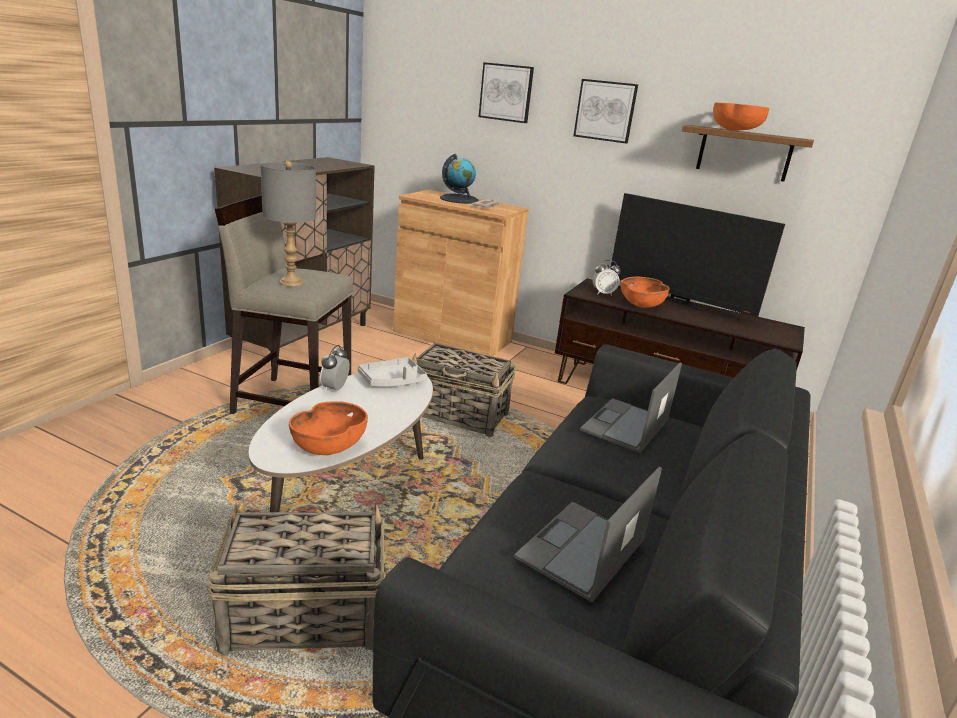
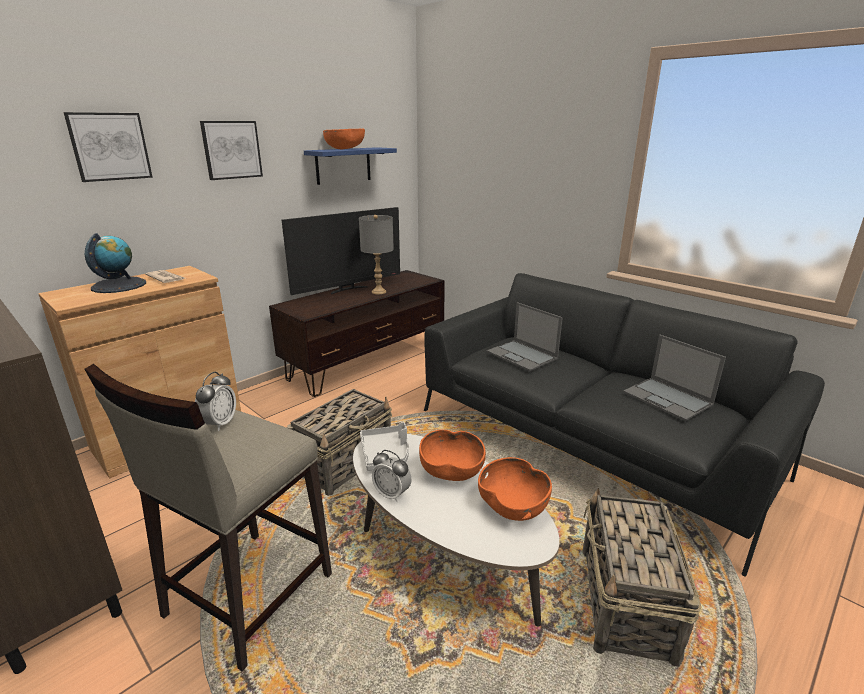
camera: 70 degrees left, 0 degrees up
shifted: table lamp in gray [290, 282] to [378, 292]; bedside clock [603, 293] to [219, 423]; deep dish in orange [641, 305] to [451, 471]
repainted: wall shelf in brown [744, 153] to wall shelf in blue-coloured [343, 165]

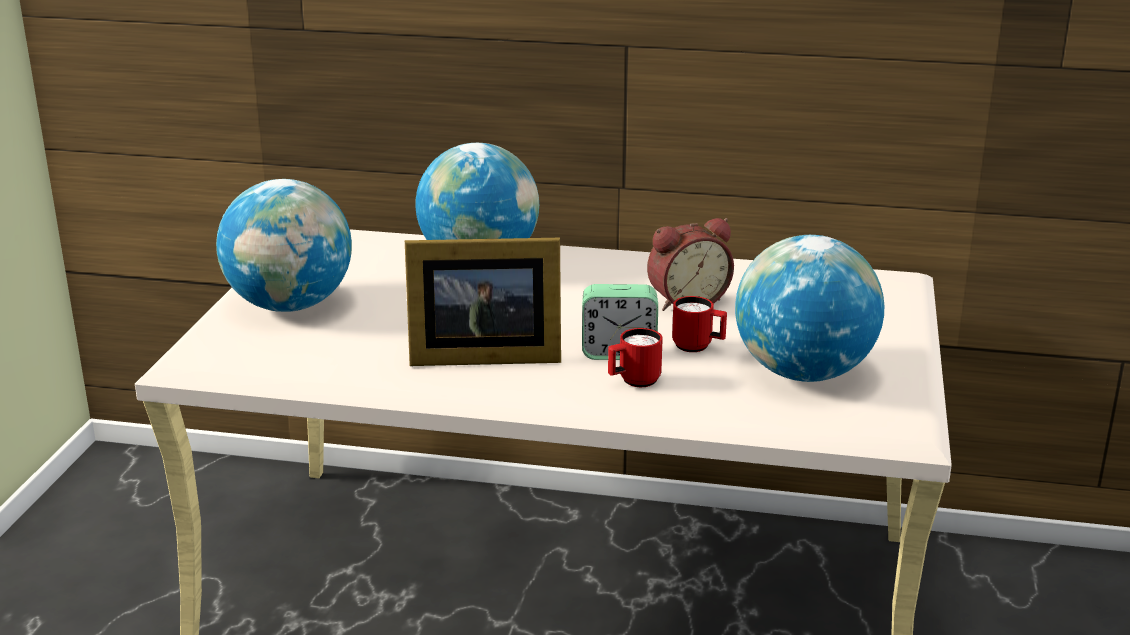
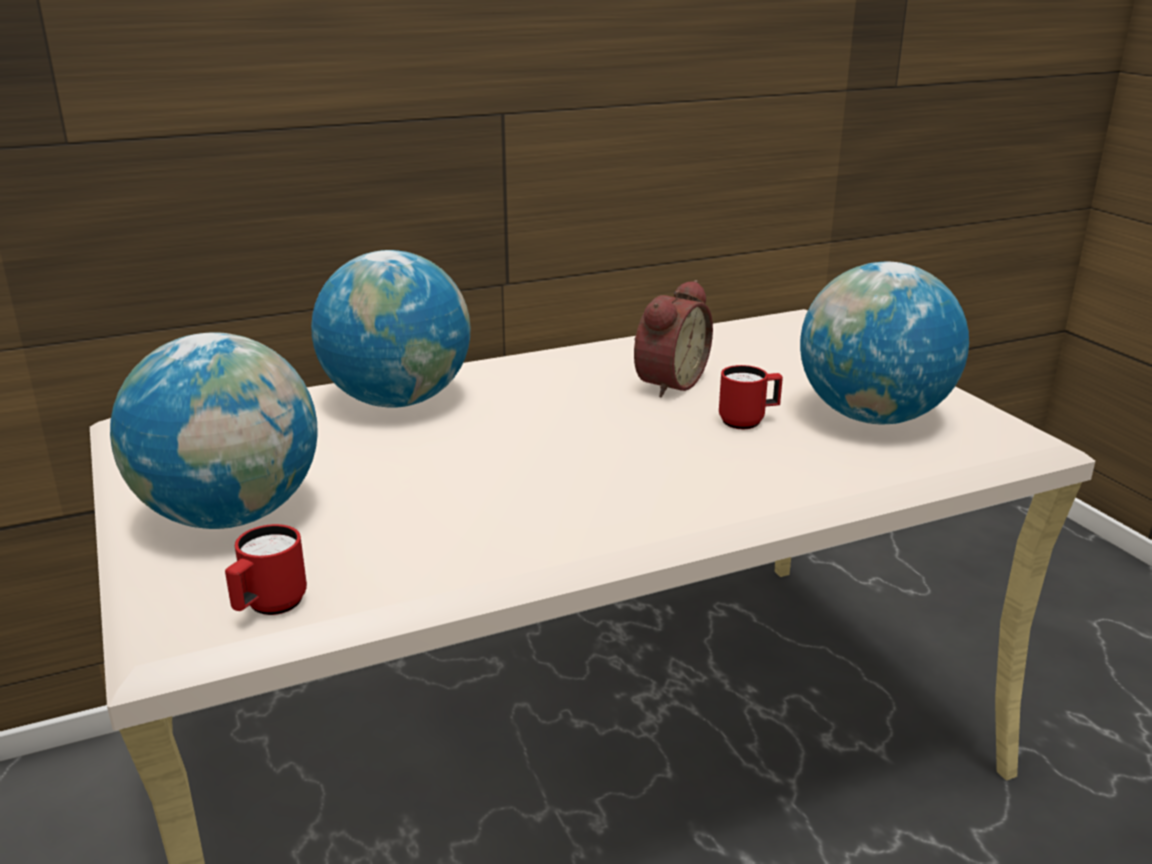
camera: 35 degrees left, 0 degrees up
gone: standing frame [480, 355]; bedside clock [619, 352]
shifted: coffee mug in red [633, 381] to [269, 607]

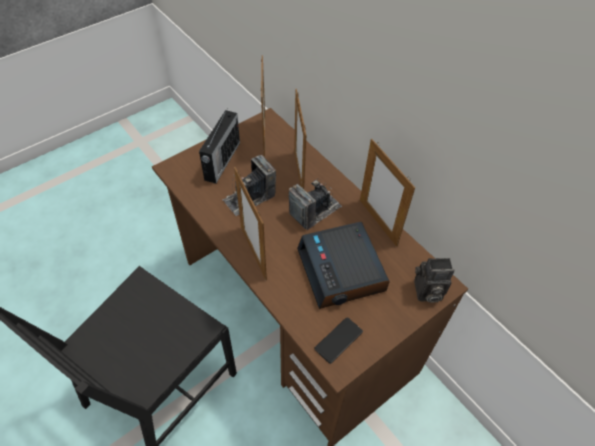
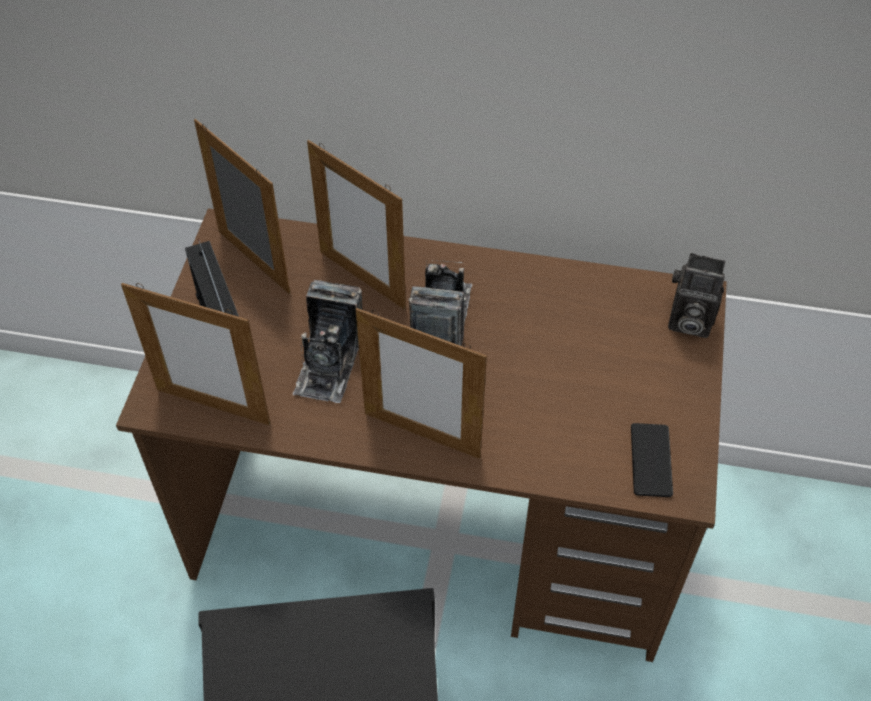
camera: 40 degrees left, 0 degrees up
gone: bedside clock [342, 271]
shifted: standing frame [378, 222] to [213, 406]
rotated: photo camera [426, 292] = [687, 321] 60 degrees clockwise

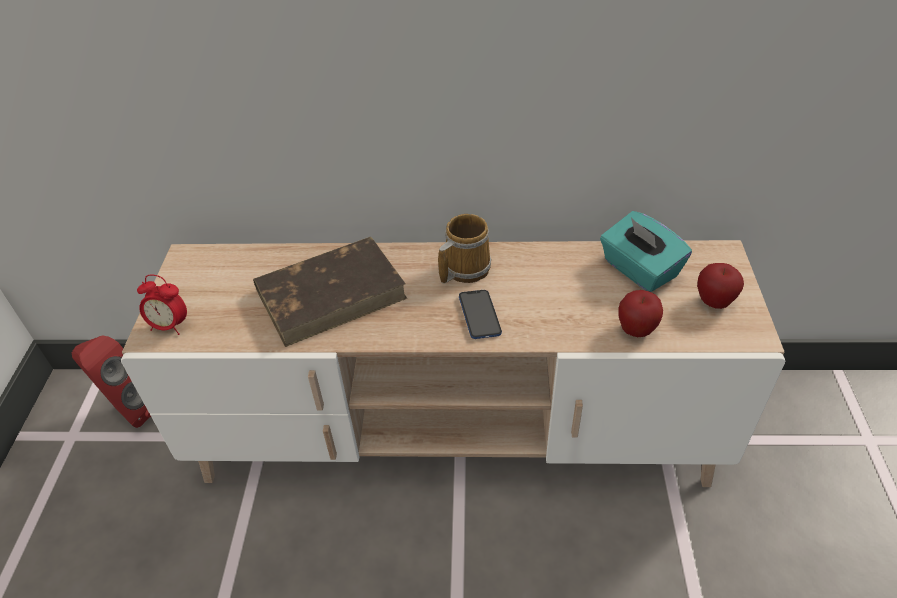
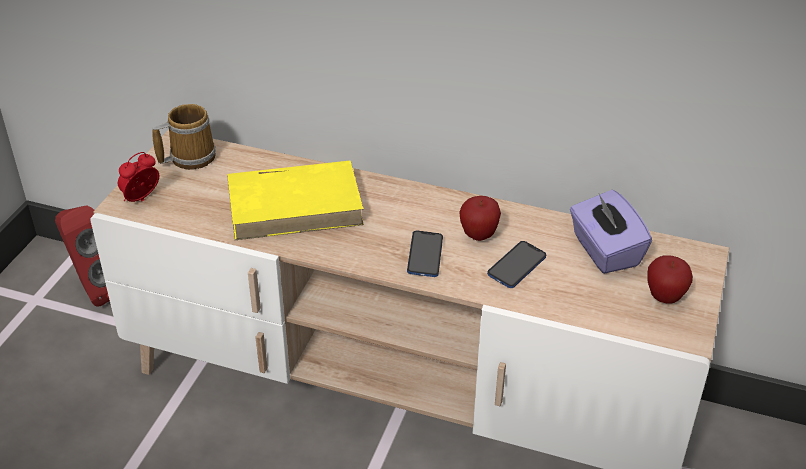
camera: 15 degrees right, 5 degrees down
new: telephone [516, 266]
shifted: coffee mug [463, 268] to [189, 157]; apple [636, 330] to [478, 235]
repainted: tissue holder in blue-green [639, 270] to tissue holder in purple-coloured [604, 251]; bound book in brown [332, 293] to bound book in yellowish [296, 204]
rotated: bedside clock [170, 326] = [141, 199] 105 degrees clockwise

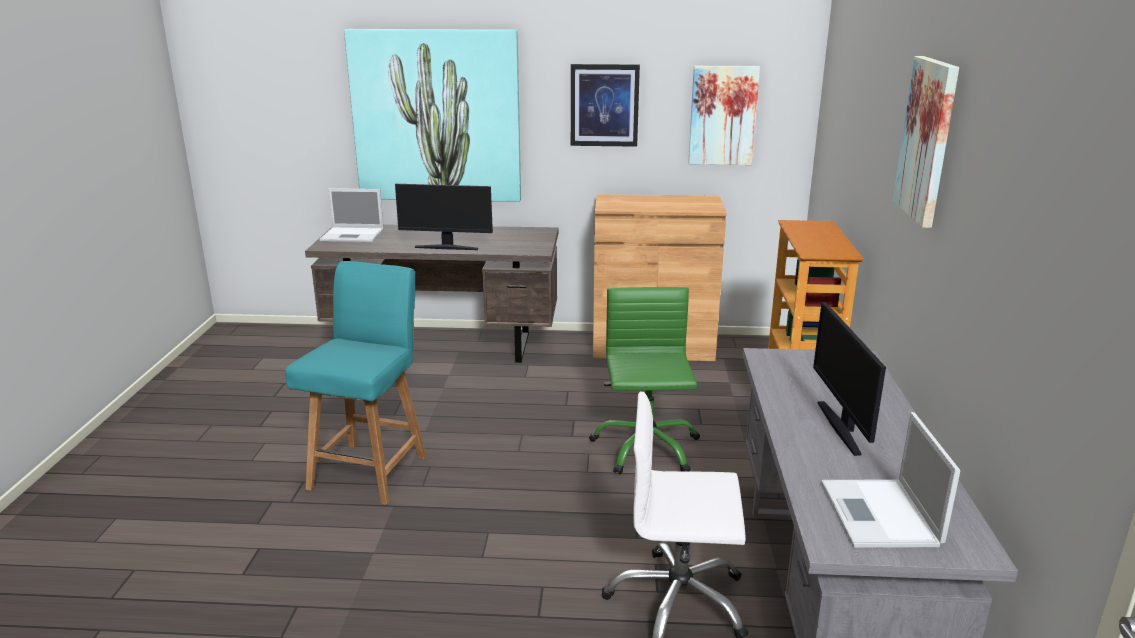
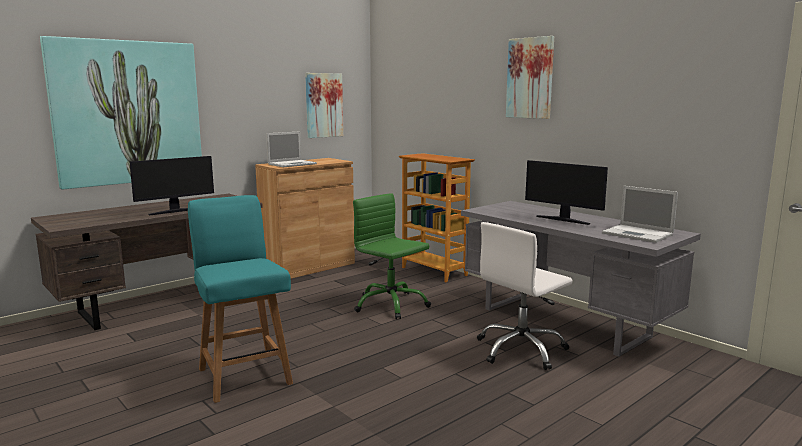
camera: 45 degrees left, 10 degrees down
gone: wall picture [604, 105]
shifted: laptop [353, 235] to [292, 164]

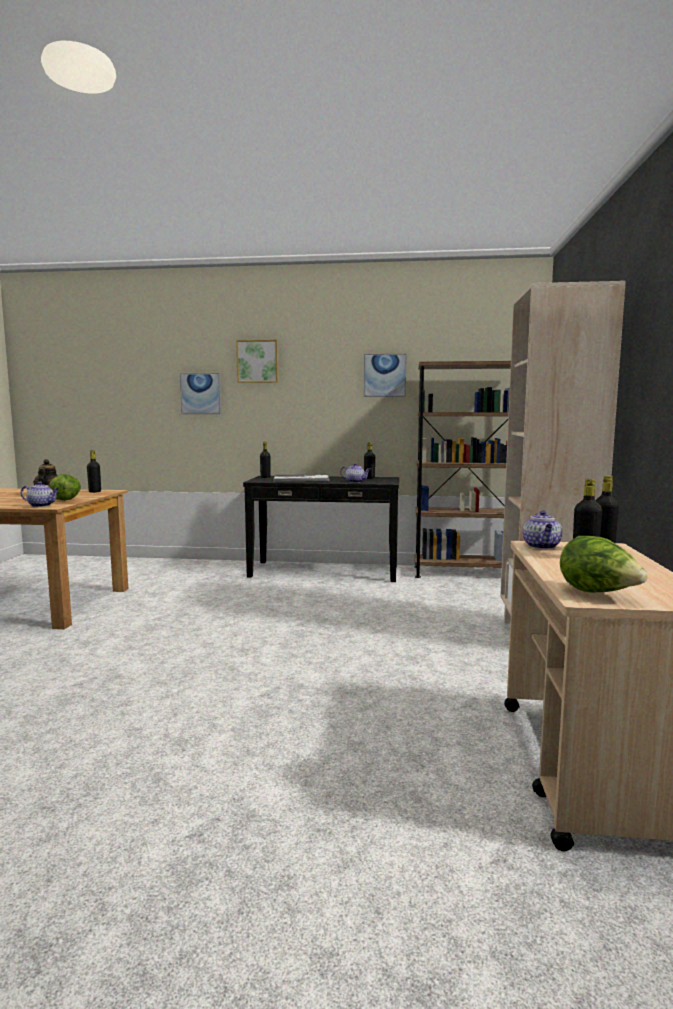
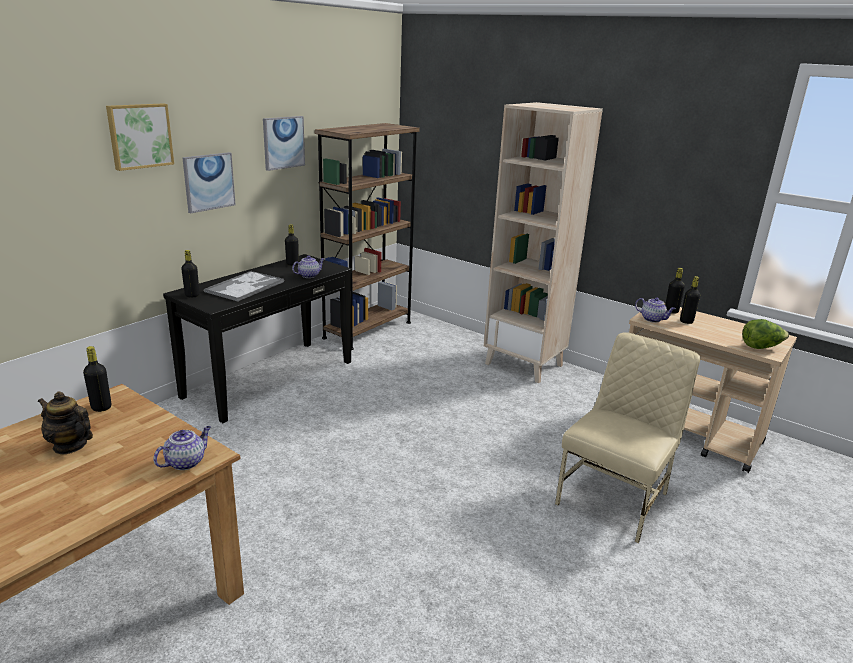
camera: 60 degrees left, 15 degrees up
gone: lettuce head [67, 499]
new: chair in sand-coloured [615, 498]
shifted: wall picture [201, 393] to [209, 182]

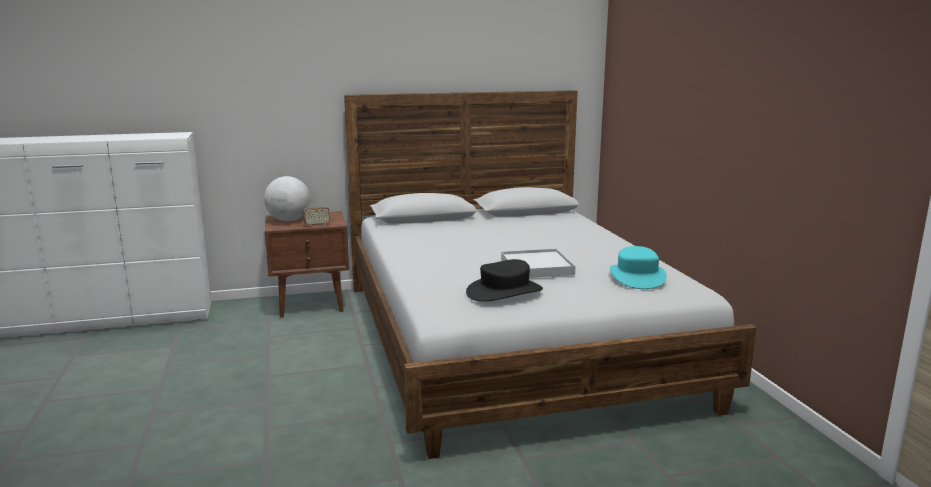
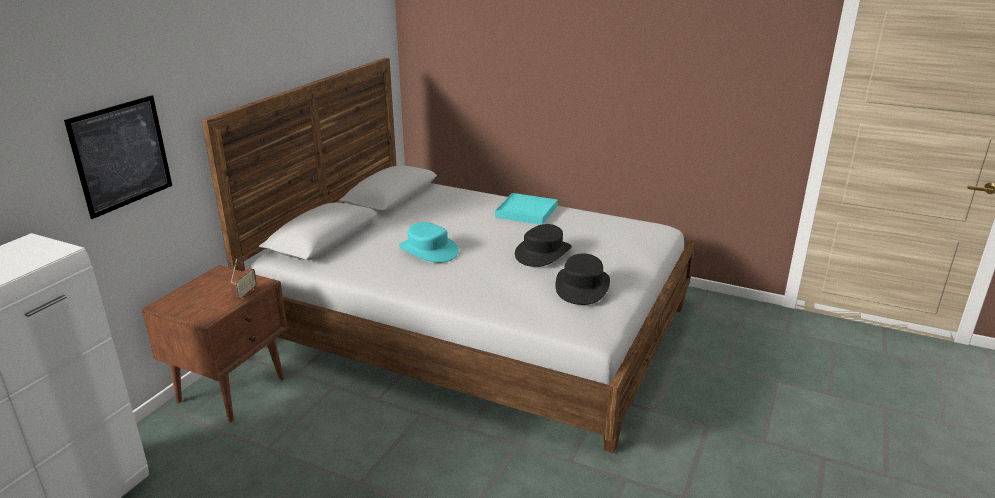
camera: 50 degrees left, 10 degrees up
gone: globe [288, 220]
new: wall picture [121, 155]; carrying tray in blue-green [526, 211]
shifted: hat in blue-green [637, 277] to [428, 250]
swapped: carrying tray in white [537, 267] to hat in black-coloured [542, 253]

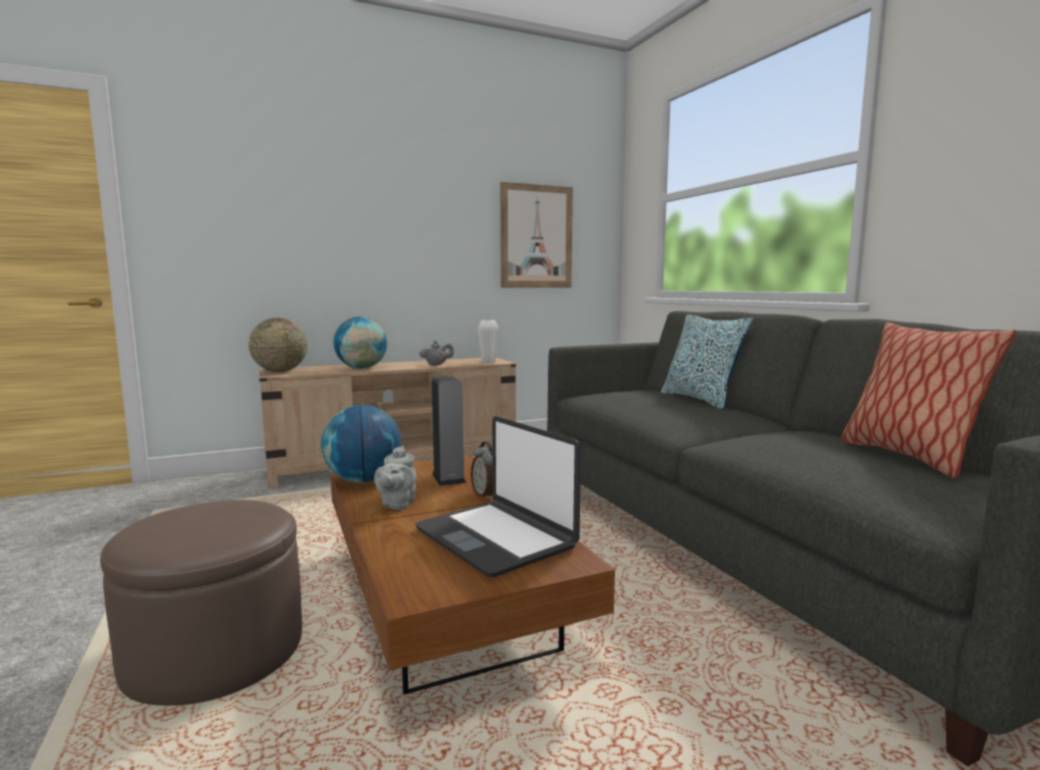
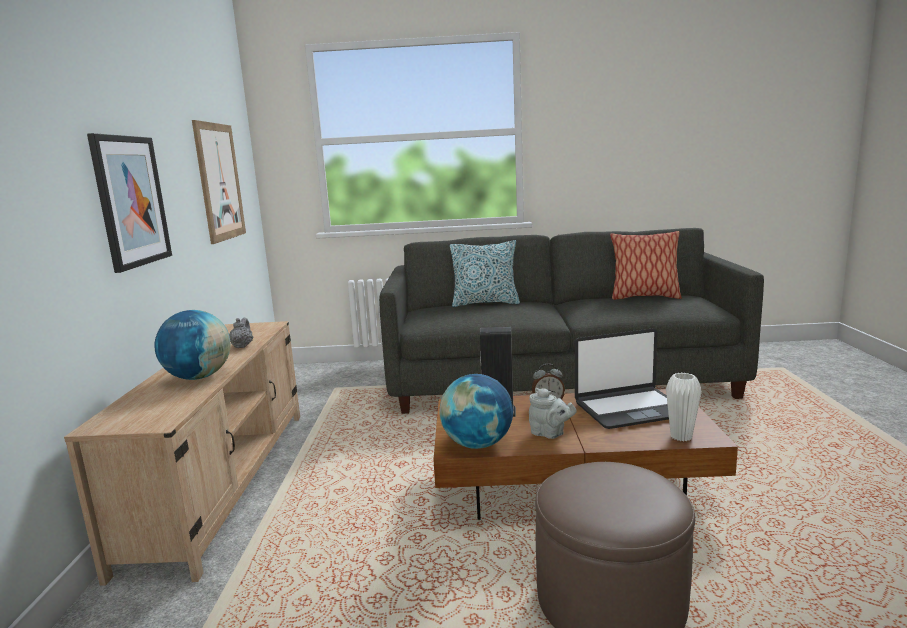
camera: 65 degrees left, 5 degrees up
gone: globe [280, 371]
new: wall picture [131, 201]
shifted: flower vase in white [488, 362] to [681, 436]

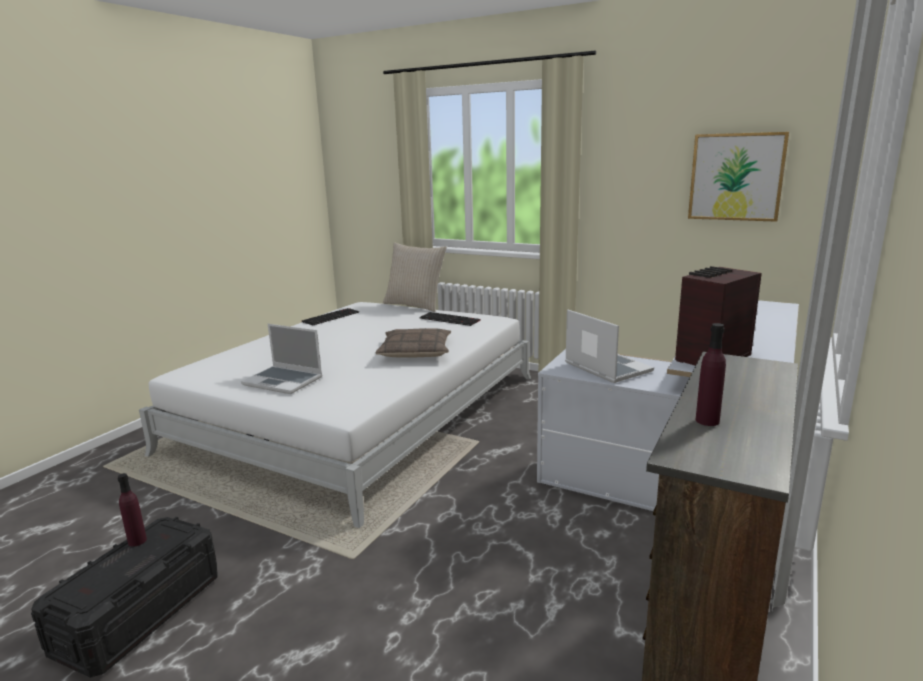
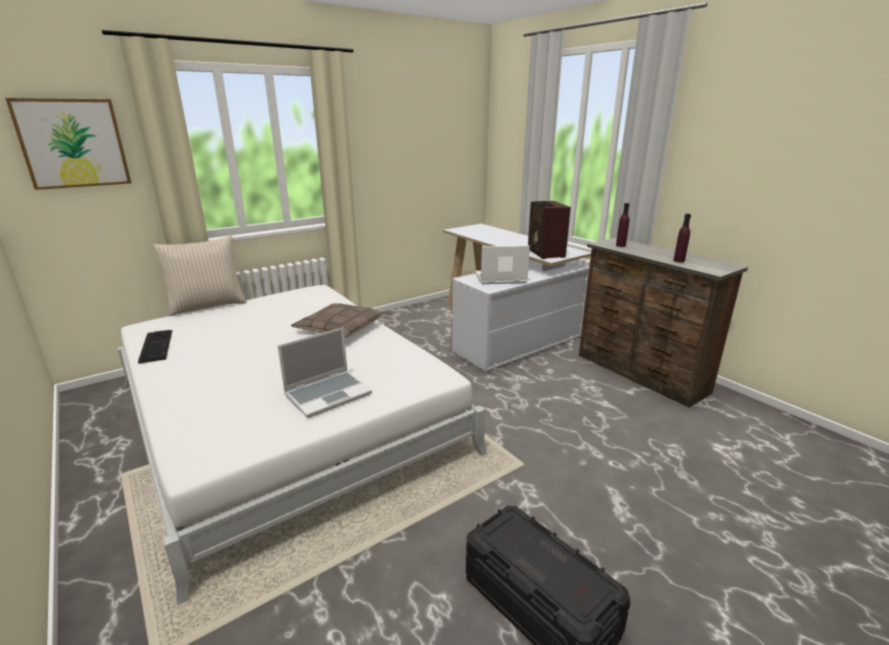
camera: 65 degrees left, 5 degrees up
gone: computer keyboard [450, 319]
shifted: wall picture [736, 177] to [73, 143]; bottle in purple-coloured [137, 541] to [620, 245]

